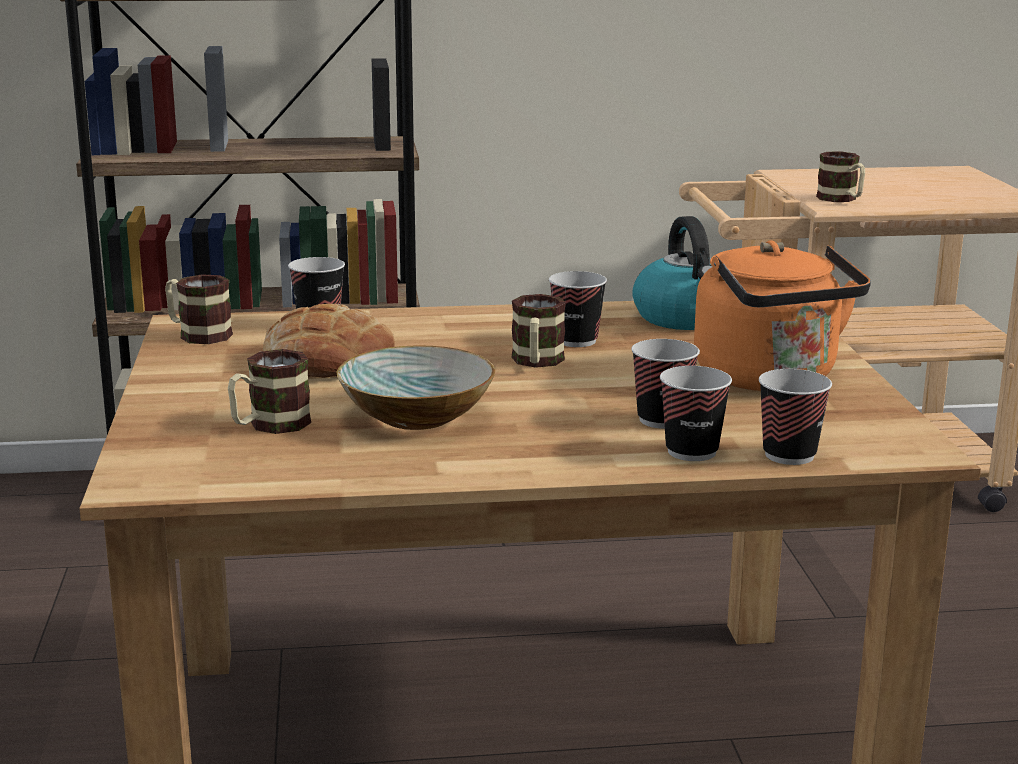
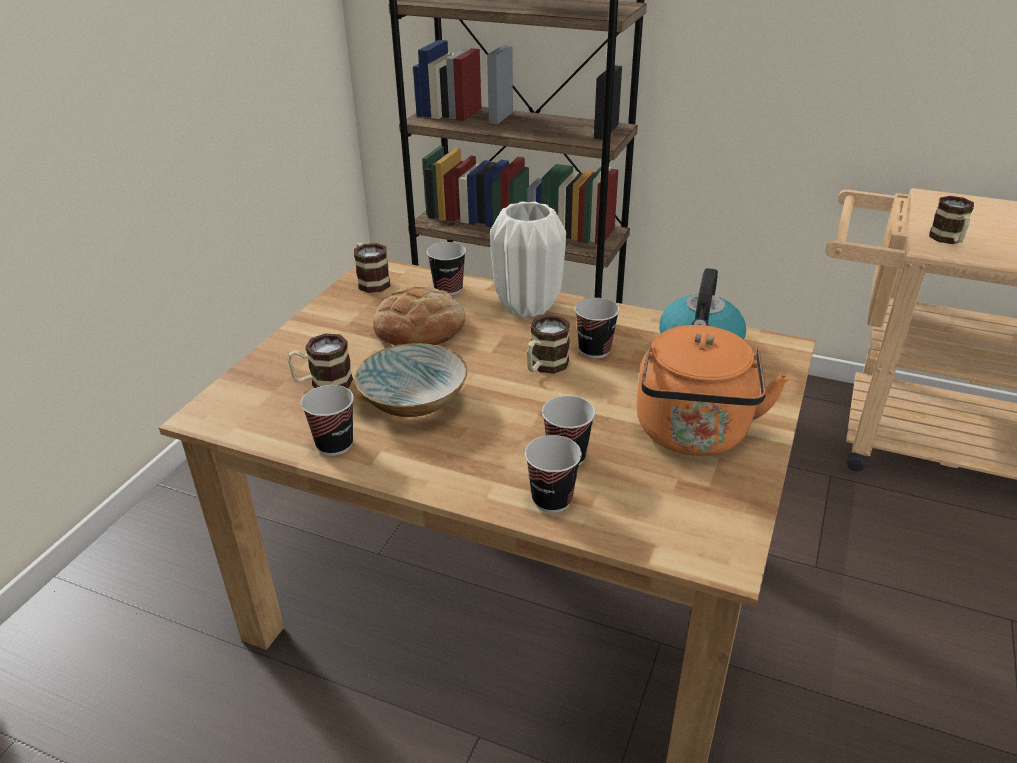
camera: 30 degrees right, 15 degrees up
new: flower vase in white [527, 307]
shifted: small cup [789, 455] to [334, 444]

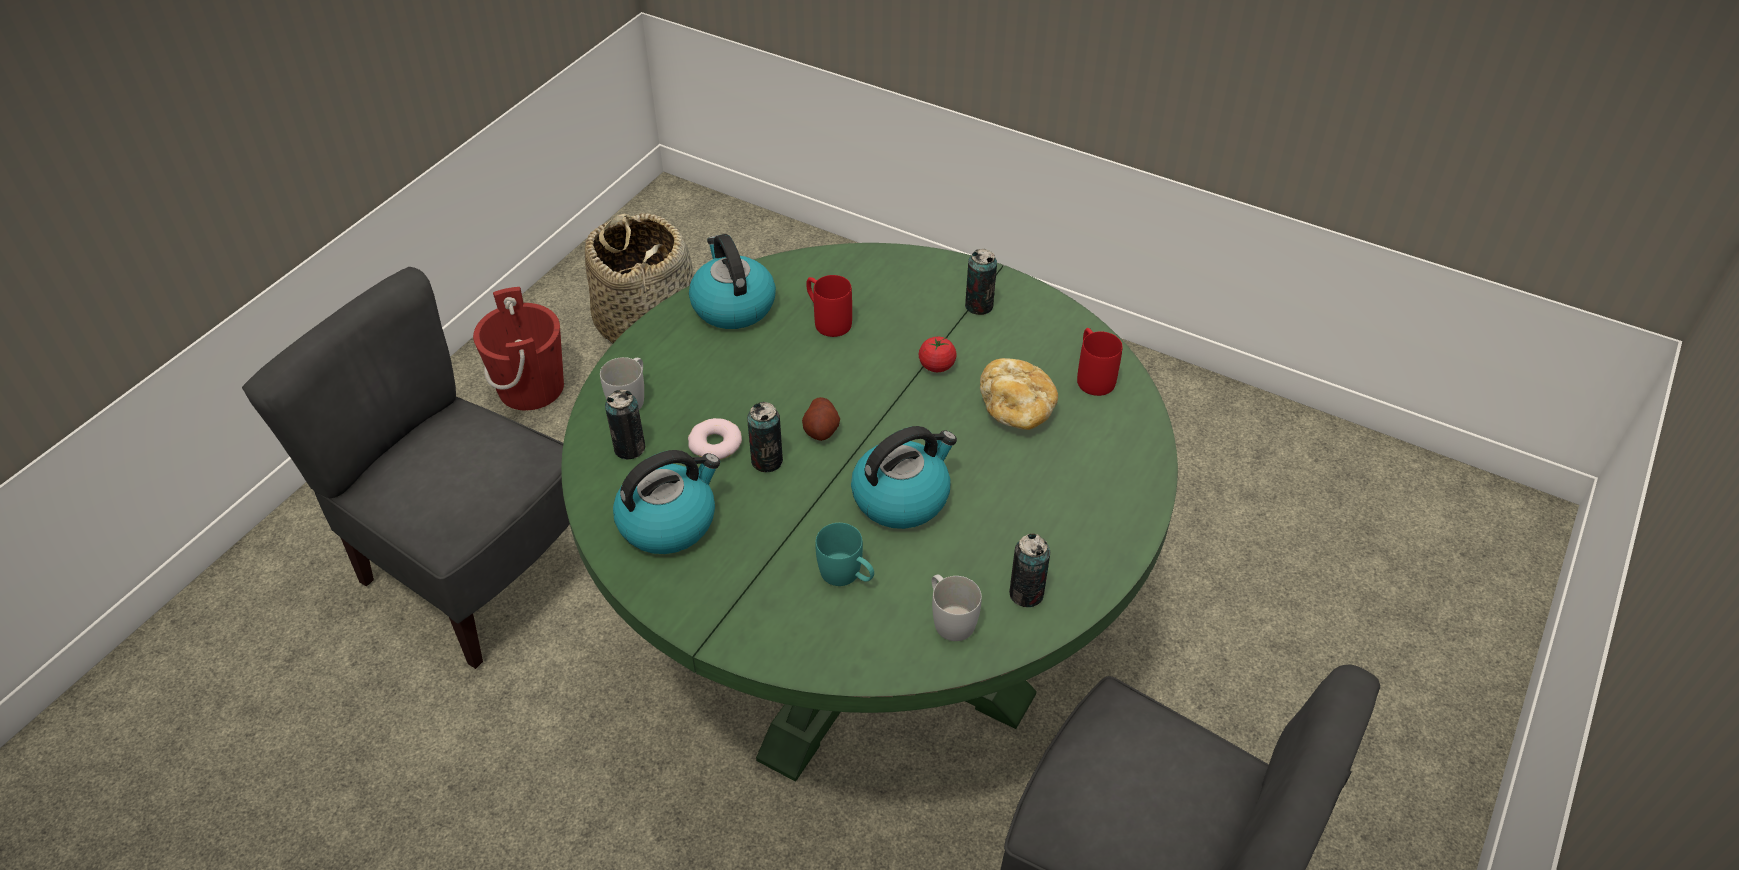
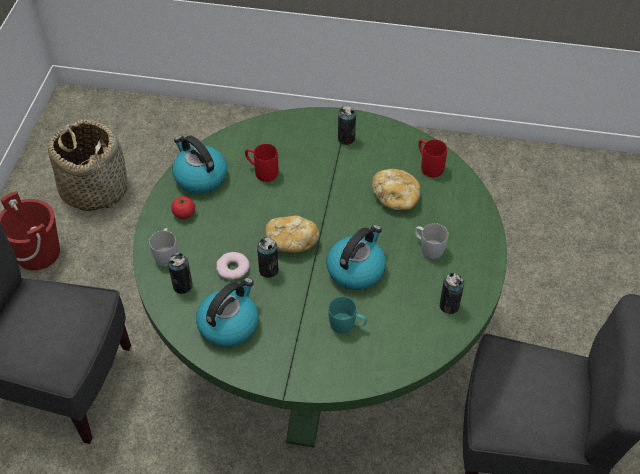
camera: 20 degrees left, 5 degrees up
shifted: whole tomato [936, 365] to [184, 213]; coffee mug in white [949, 618] to [428, 247]
swapped: whole potato [821, 430] to baked bread [291, 242]

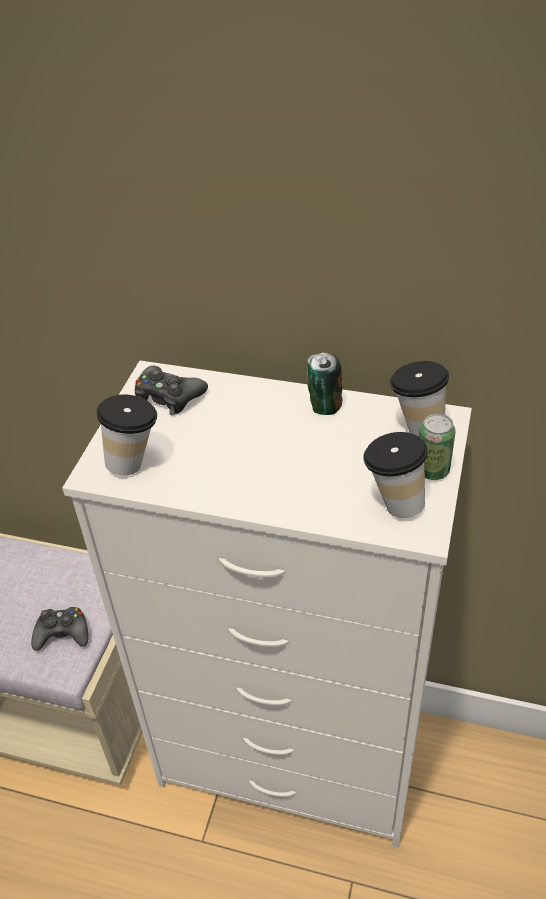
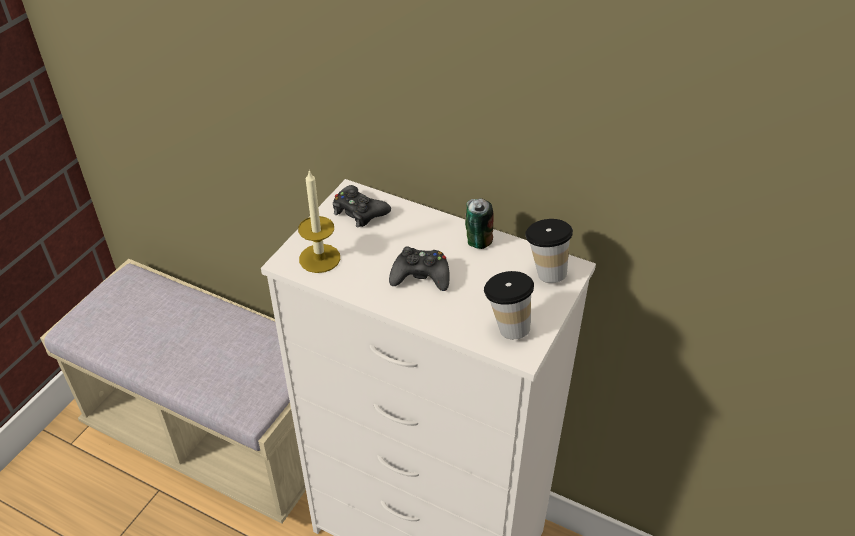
camera: 10 degrees right, 0 degrees up
gone: metal can [432, 470]
shifted: joypad in black-coloured [62, 633] to [421, 276]
swapped: small cup [135, 462] to candle [319, 258]

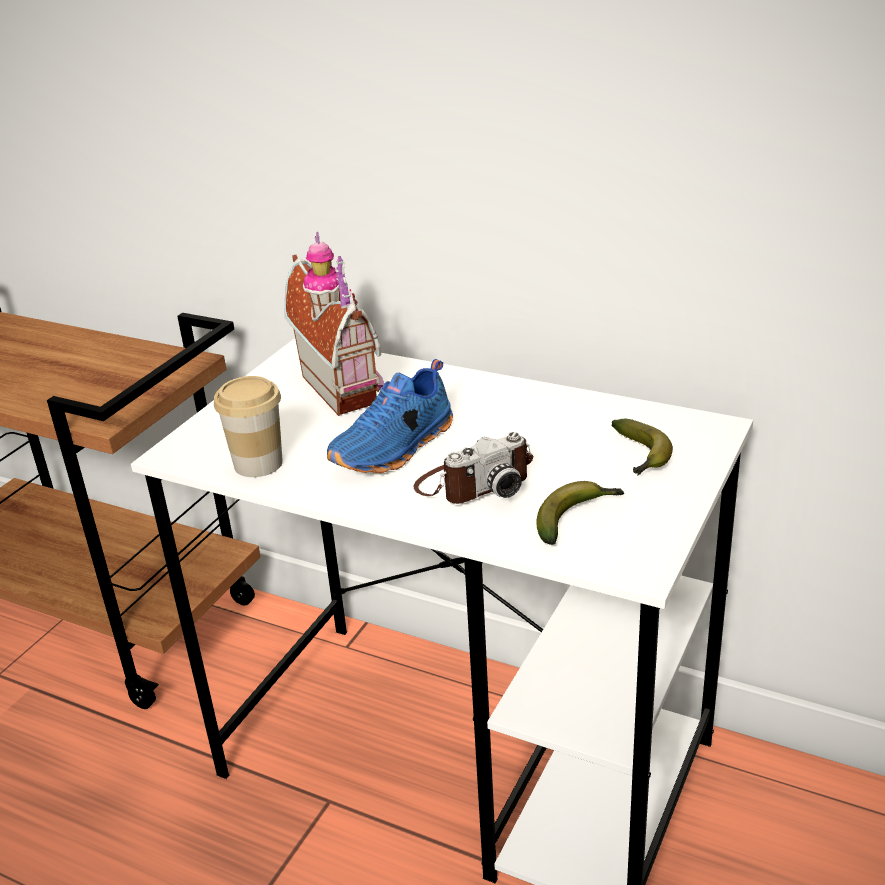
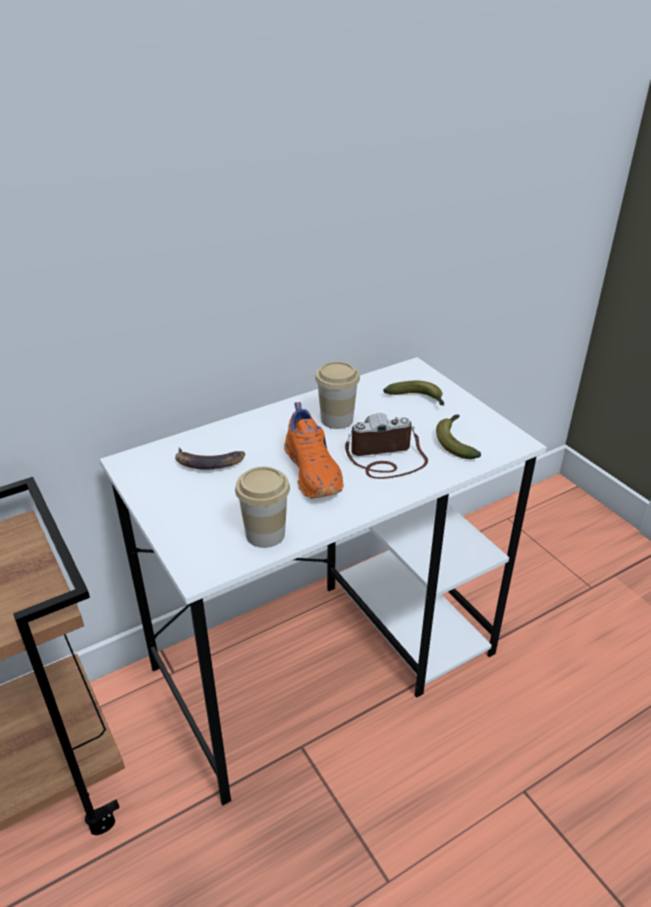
camera: 60 degrees left, 5 degrees up
new: small cup [337, 419]
swapped: model house [347, 386] to whole banana [209, 462]
repainted: item of footwear in blue-coloured [396, 448] to item of footwear in orange [314, 471]
rotated: photo camera [474, 483] = [386, 459] 105 degrees counterclockwise

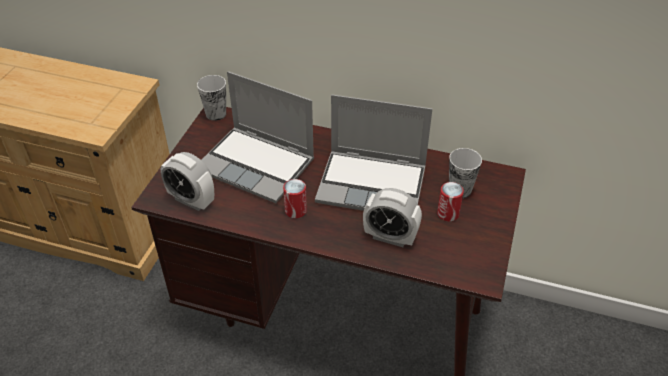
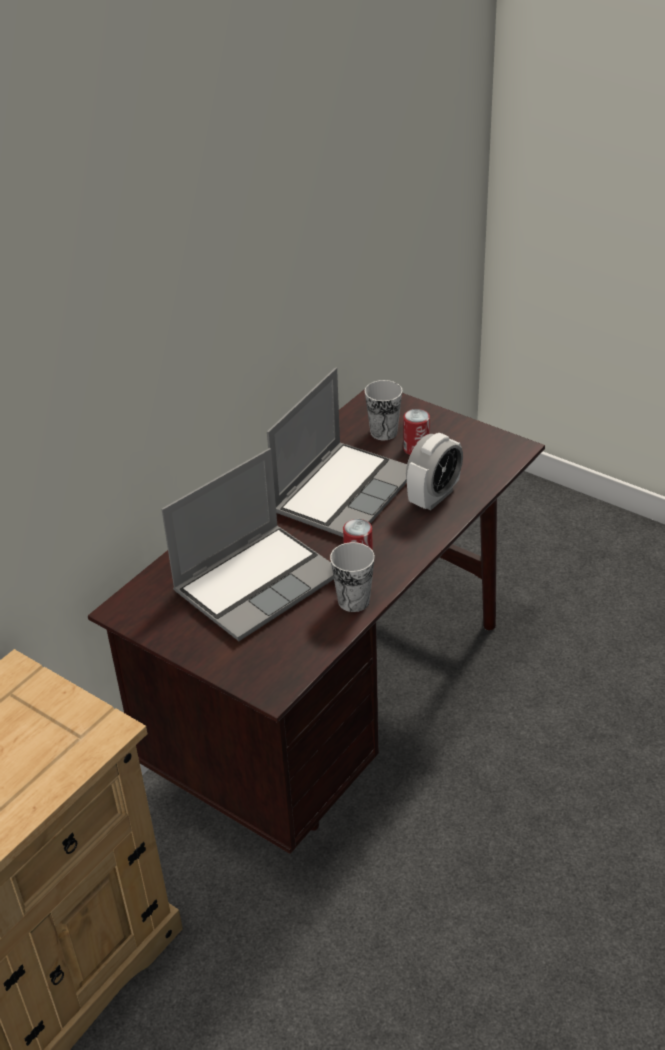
camera: 70 degrees left, 5 degrees down
gone: bedside clock [191, 200]
shifted: small cup [216, 114] to [353, 601]

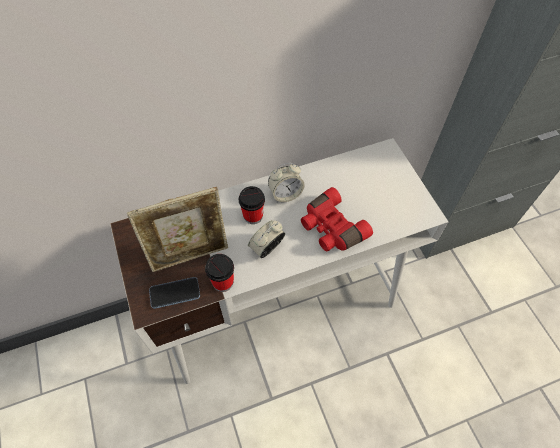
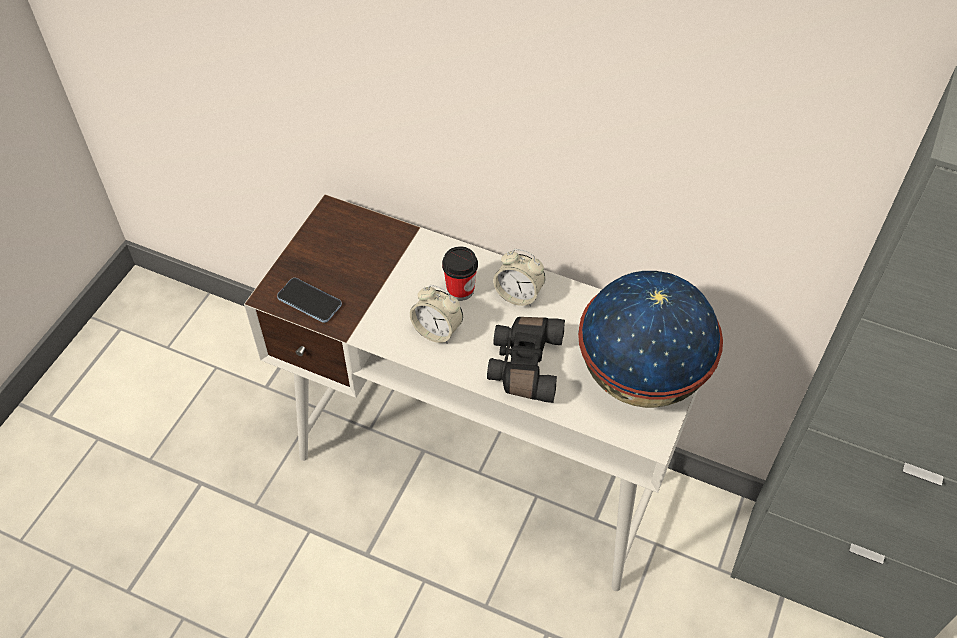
camera: 45 degrees right, 5 degrees down
gone: standing frame [190, 255]; small cup [223, 282]
new: globe [642, 377]
repainted: field glasses in red [331, 228] to field glasses in black-coloured [524, 365]
rotated: bedside clock [267, 248] = [437, 331] 150 degrees counterclockwise

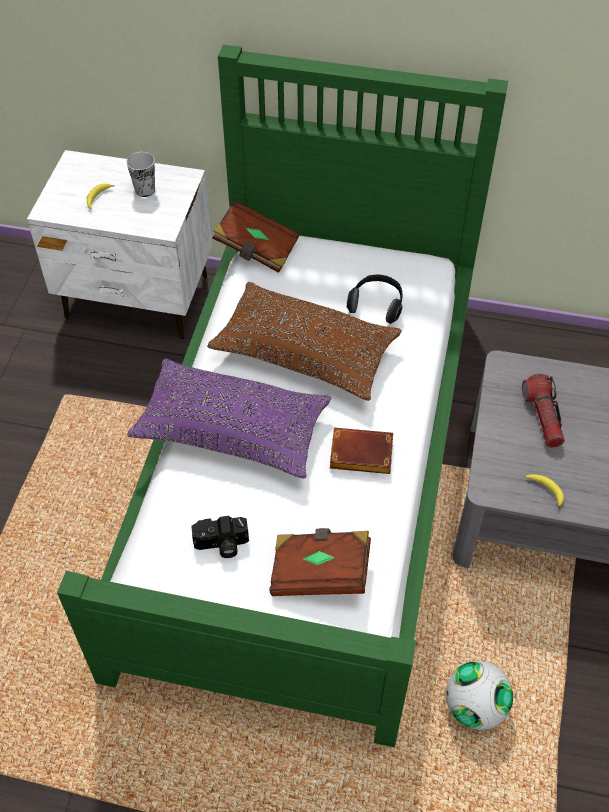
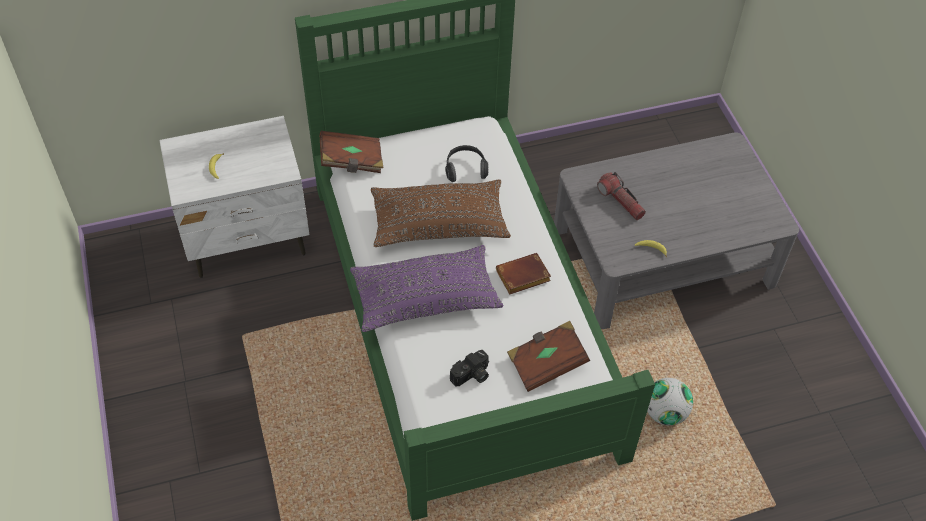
camera: 30 degrees left, 0 degrees up
gone: small cup [145, 190]

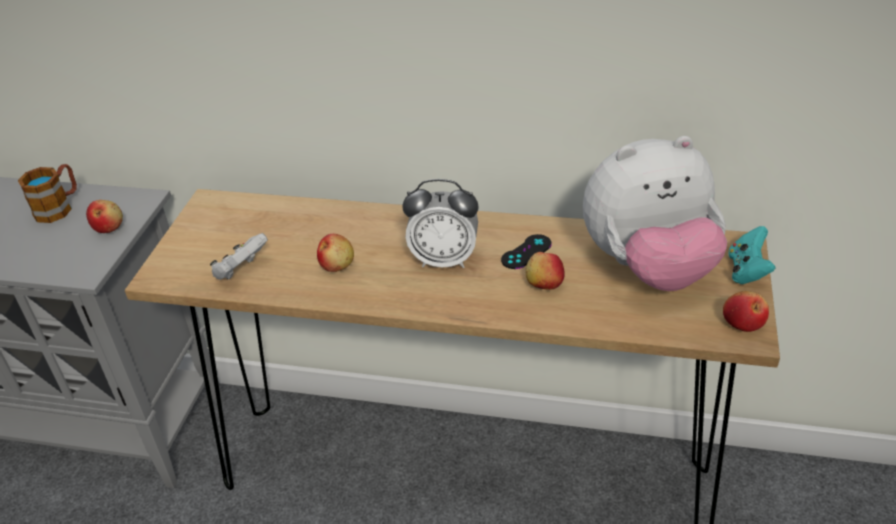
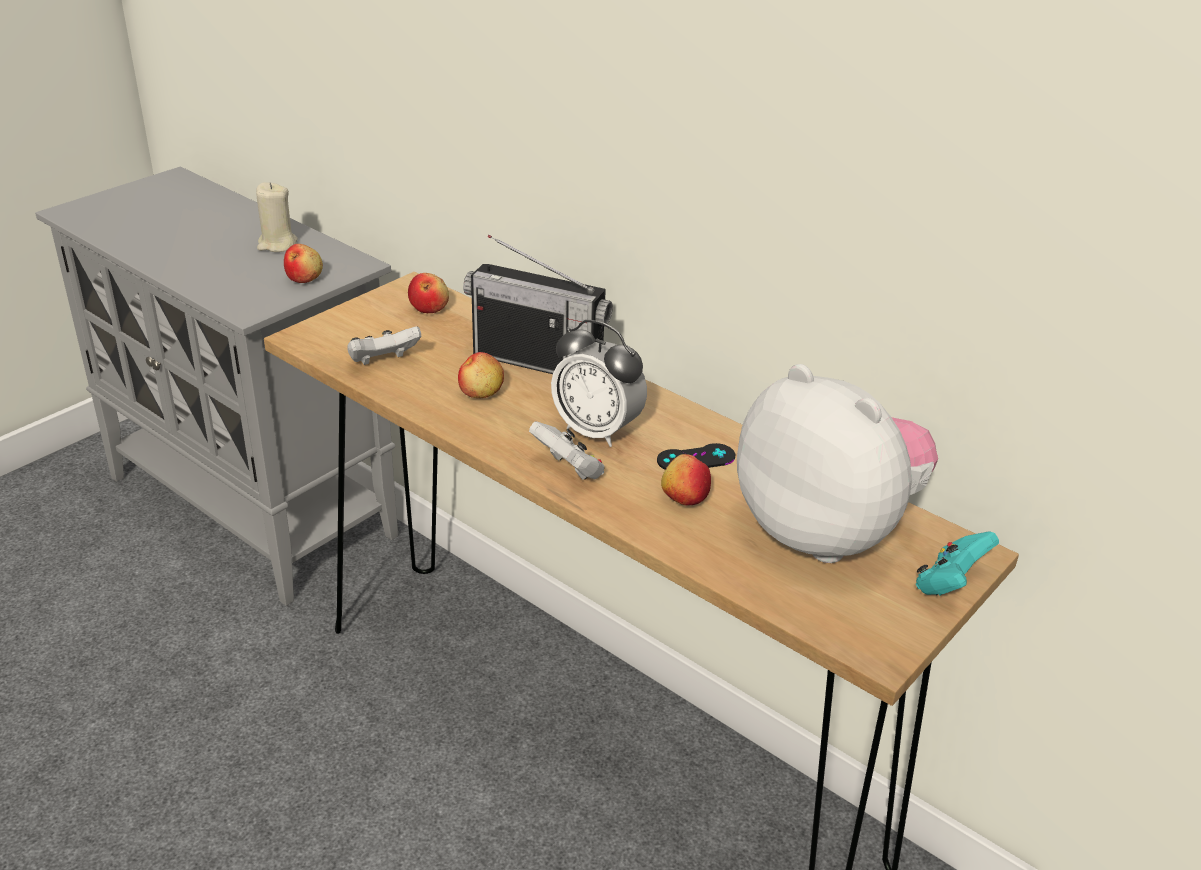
camera: 25 degrees right, 5 degrees down
new: radio set [538, 361]; joypad in white [569, 470]
shifted: apple [743, 323] to [429, 308]
swapped: coffee mug [59, 207] to candle in sand-coloured [277, 245]
rotated: soft toy [649, 268] = [825, 532] 150 degrees counterclockwise

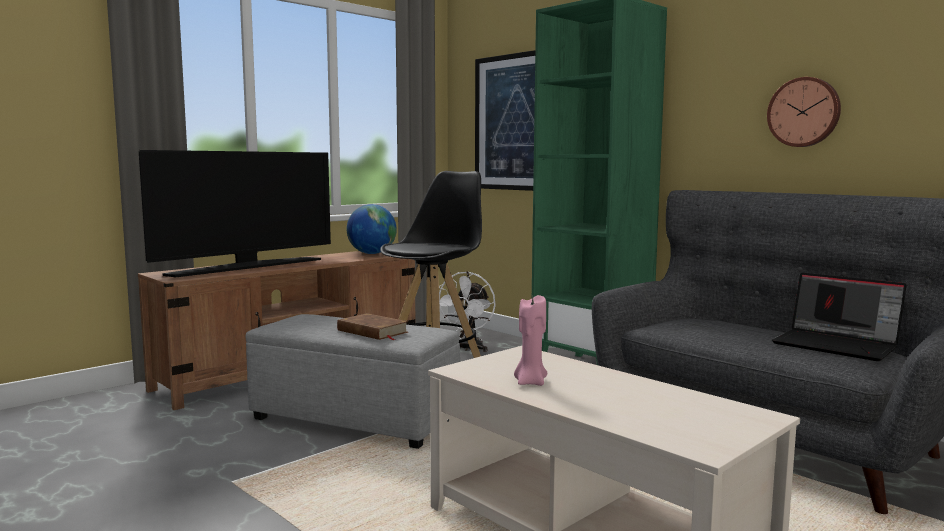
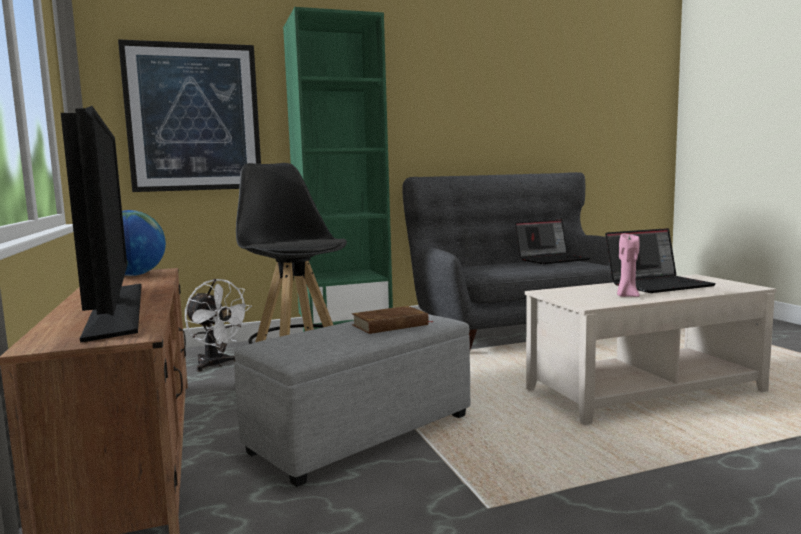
camera: 65 degrees left, 0 degrees up
gone: wall clock [804, 112]
new: laptop [658, 284]

